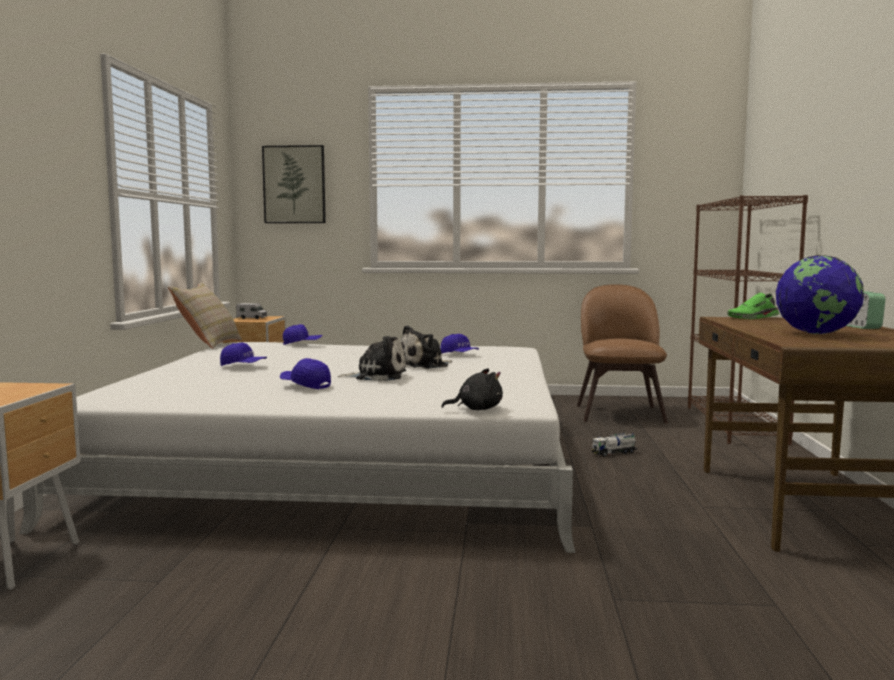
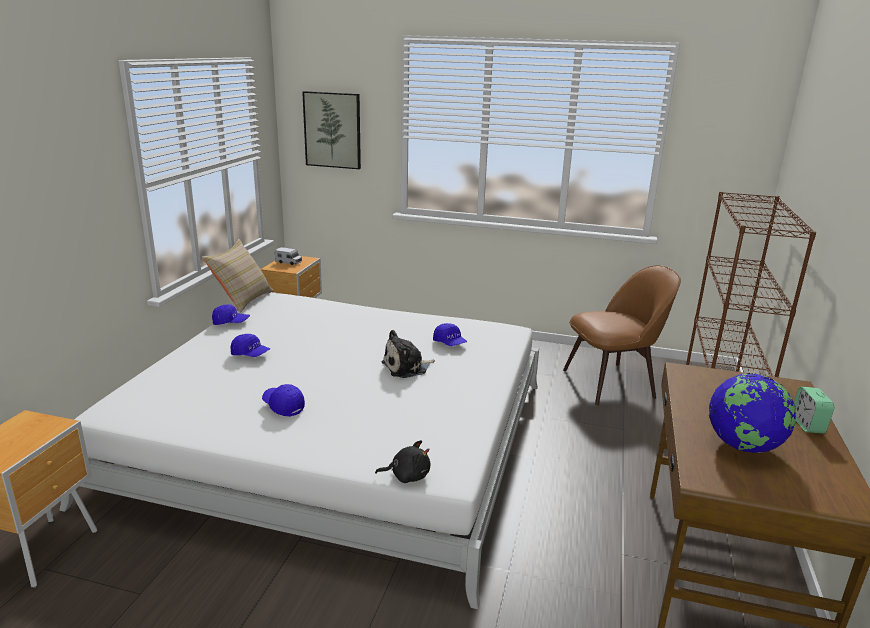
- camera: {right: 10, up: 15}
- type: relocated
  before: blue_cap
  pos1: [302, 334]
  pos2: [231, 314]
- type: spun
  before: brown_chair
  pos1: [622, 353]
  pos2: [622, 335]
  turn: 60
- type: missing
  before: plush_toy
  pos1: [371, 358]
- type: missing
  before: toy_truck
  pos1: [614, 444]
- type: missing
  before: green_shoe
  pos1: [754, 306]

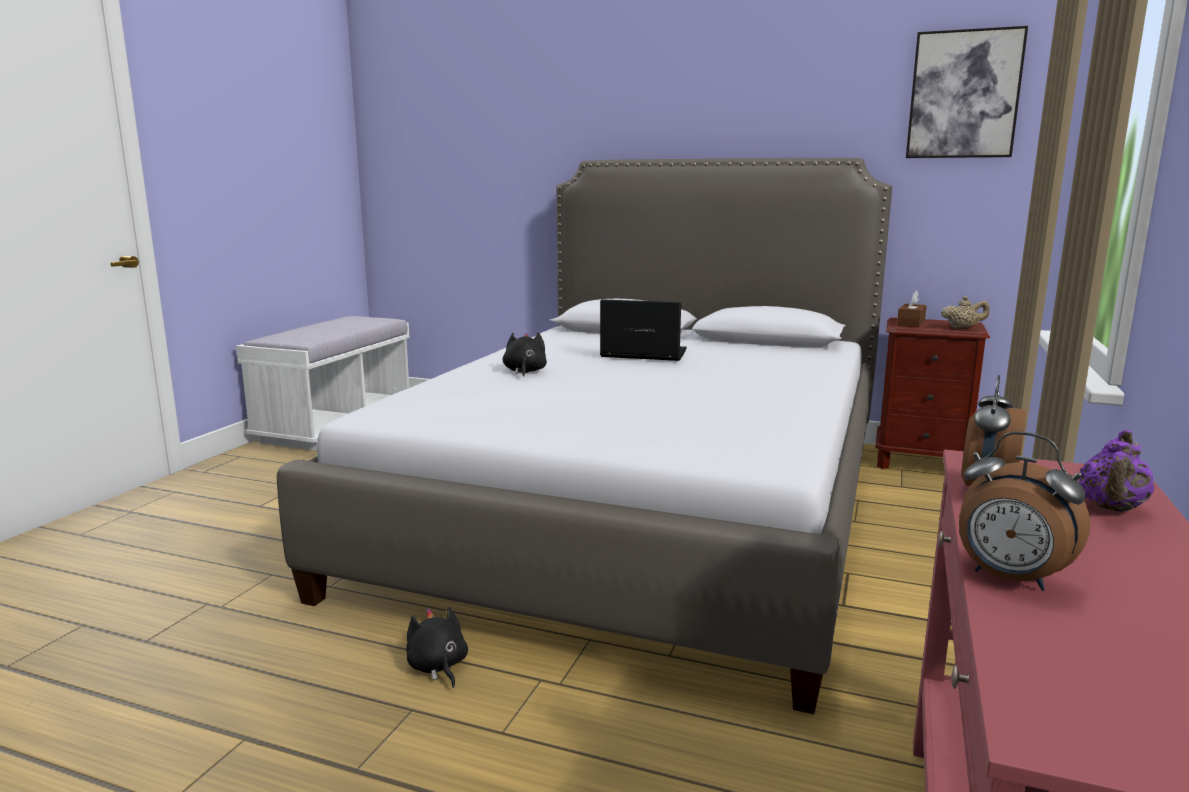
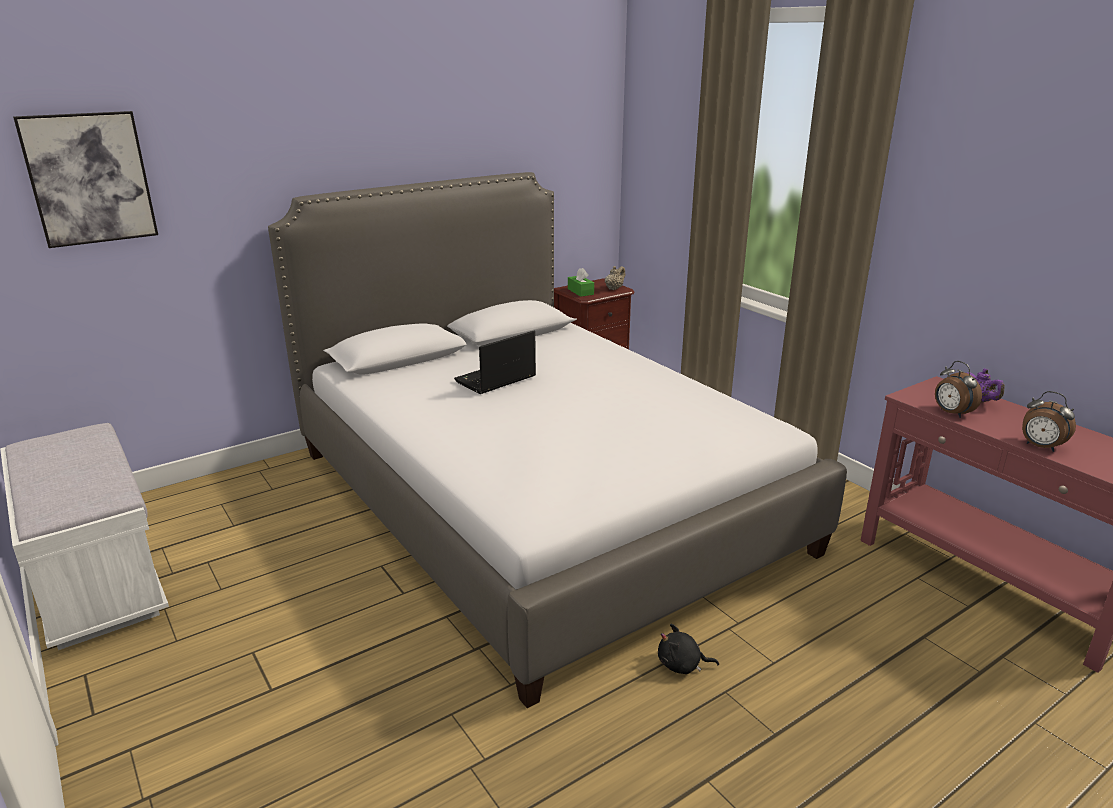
- camera: {right: -55, up: 10}
- type: relocated
  before: picture
  pos1: [967, 92]
  pos2: [85, 179]
- type: colour
  before: brown_tissue_box
  after: green_tissue_box
  pos1: [912, 309]
  pos2: [581, 282]
- type: spun
  before: alarm_clock
  pos1: [1024, 511]
  pos2: [1049, 421]
  turn: 60
- type: missing
  before: black_plush_toy
  pos1: [525, 354]

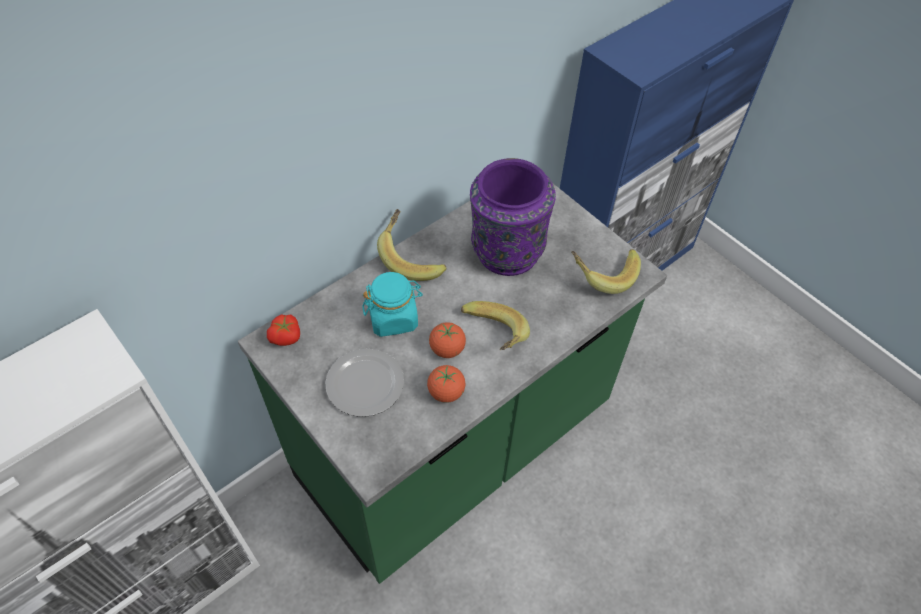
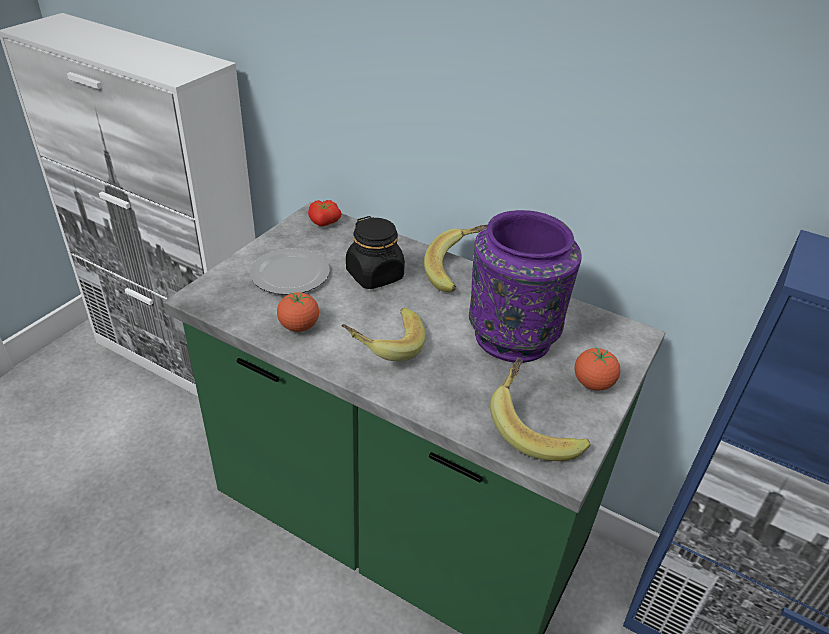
- camera: {right: 70, up: -15}
- type: colour
  before: turquoise_jar
  after: black_jar
  pos1: [392, 304]
  pos2: [375, 252]
- type: relocated
  before: tomato
  pos1: [447, 340]
  pos2: [597, 369]

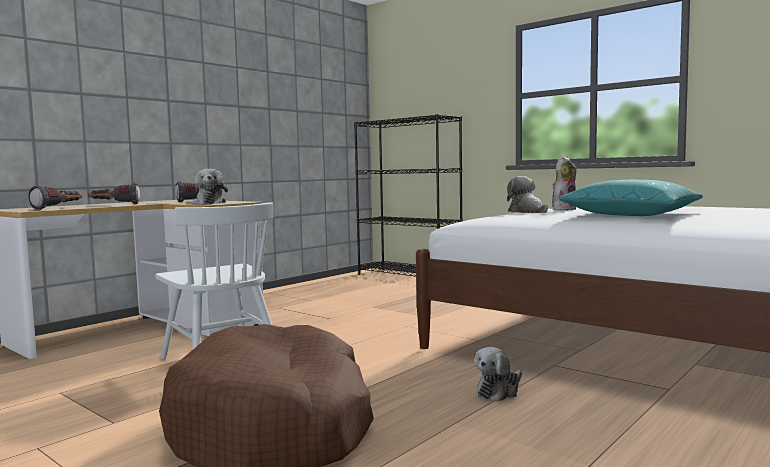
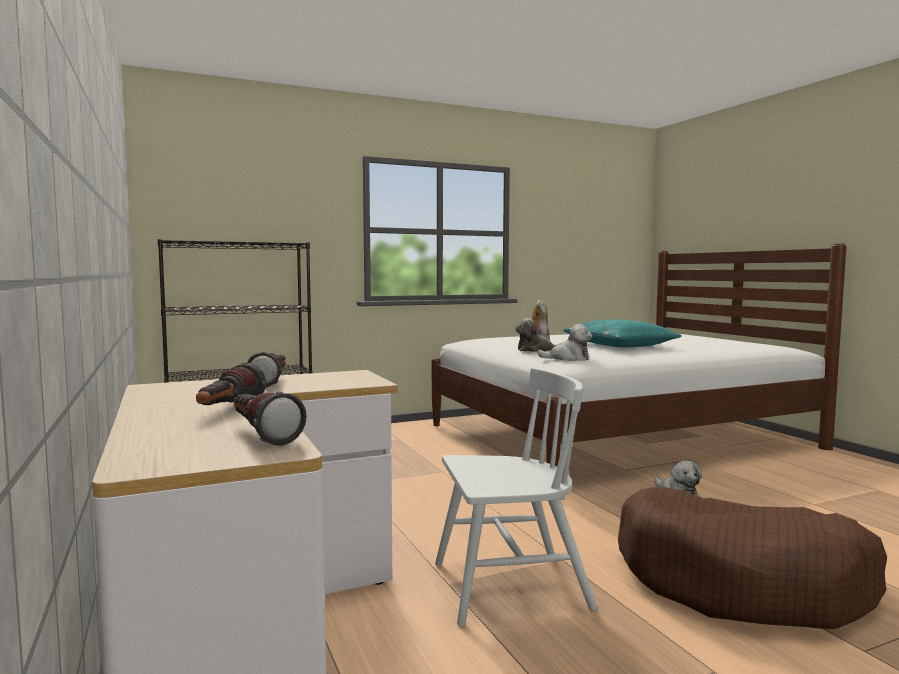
- camera: {right: -65, up: 0}
- type: relocated
  before: plush_toy
  pos1: [210, 186]
  pos2: [565, 342]

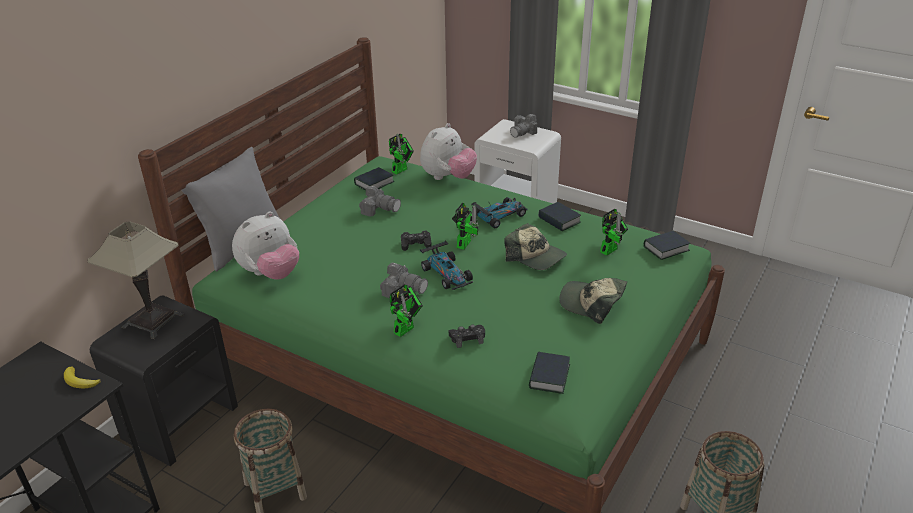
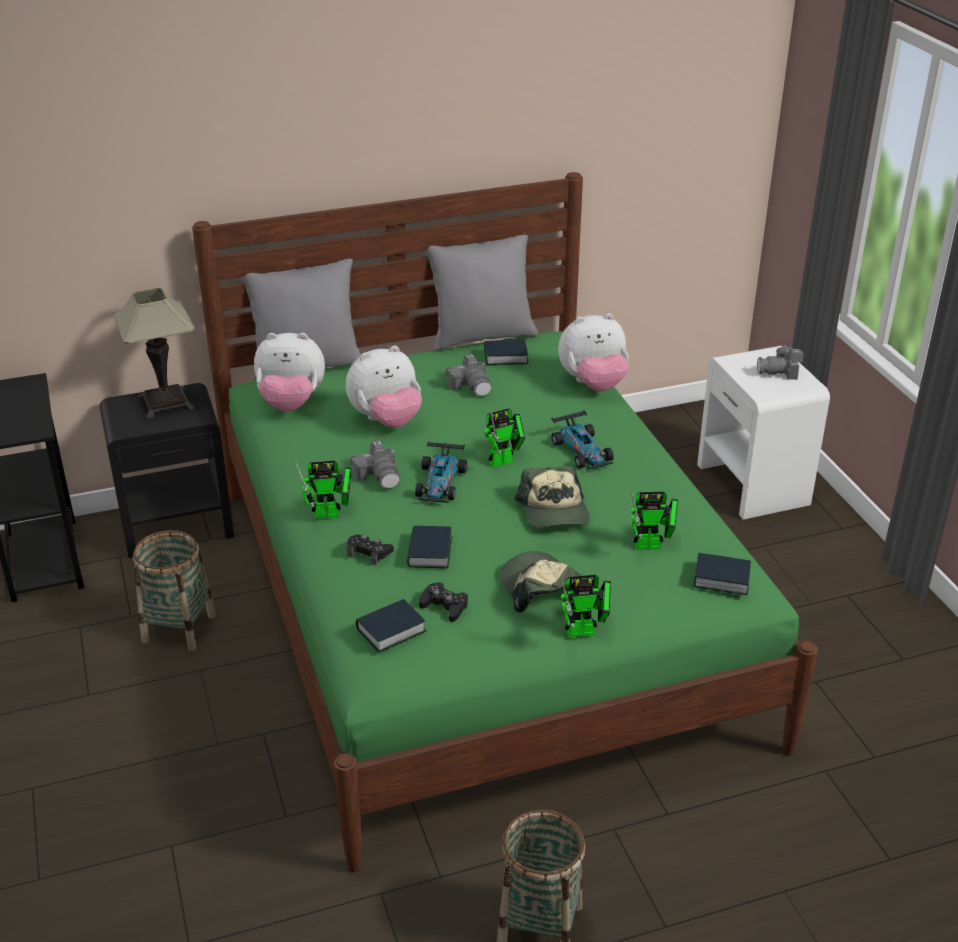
- camera: {right: 40, up: 0}
- type: appeared
  after: plush_toy
  pos2: [384, 386]
- type: relocated
  before: book
  pos1: [559, 216]
  pos2: [429, 547]
- type: relocated
  before: black_game_controller
  pos1: [416, 241]
  pos2: [443, 602]
- type: appeared
  after: grey_pillow
  pos2: [481, 293]
- type: spun
  before: toy_car
  pos1: [499, 212]
  pos2: [582, 440]
  turn: 60
- type: relocated
  before: toy_robot
  pos1: [401, 154]
  pos2: [586, 606]
- type: missing
  before: banana
  pos1: [82, 377]

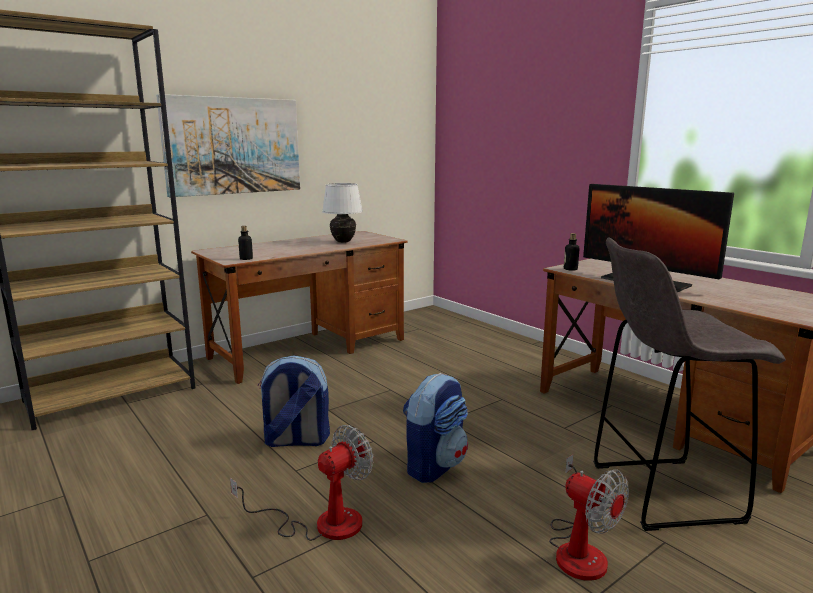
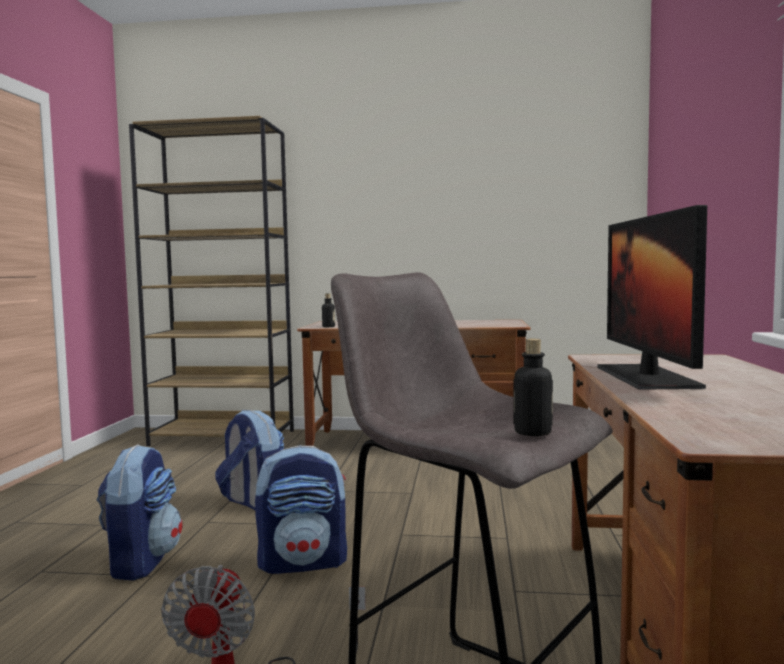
- camera: {right: 45, up: -10}
- type: exchanged
  before: fan
  after: backpack
  pos1: [302, 483]
  pos2: [140, 512]
- type: relocated
  before: bottle
  pos1: [572, 252]
  pos2: [533, 387]
- type: missing
  before: picture
  pos1: [228, 145]
- type: missing
  before: white_table_lamp
  pos1: [342, 213]

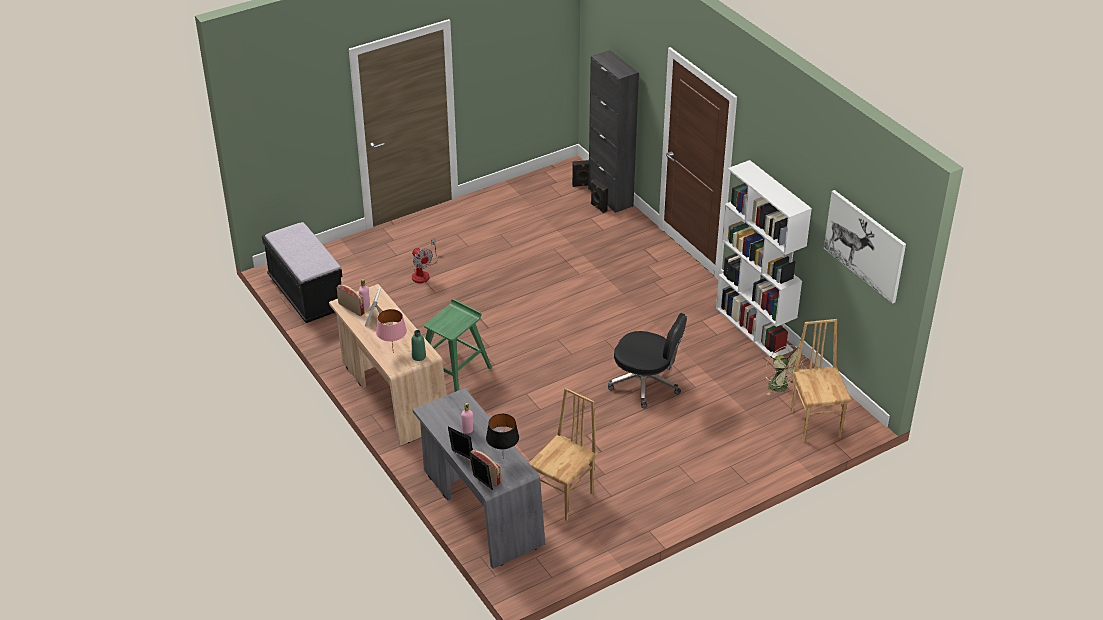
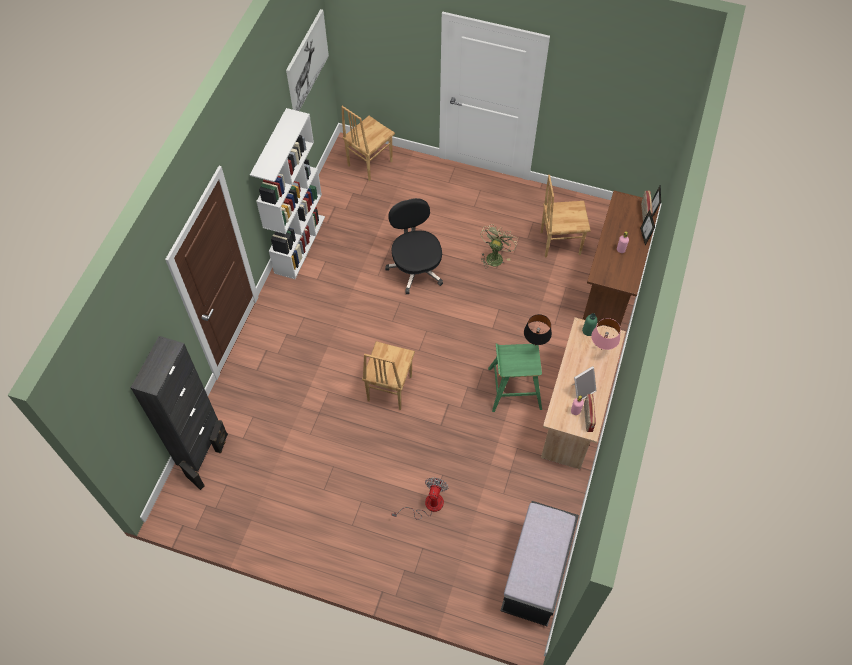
- camera: {right: -130, up: 20}
- type: appeared
  after: brown_chair
  pos2: [388, 375]
- type: relocated
  before: green_fan
  pos1: [786, 370]
  pos2: [498, 246]
- type: relocated
  before: black_table_lamp
  pos1: [502, 431]
  pos2: [538, 329]
- type: colour
  before: grey_desk
  after: brown_desk
  pos1: [479, 478]
  pos2: [621, 259]

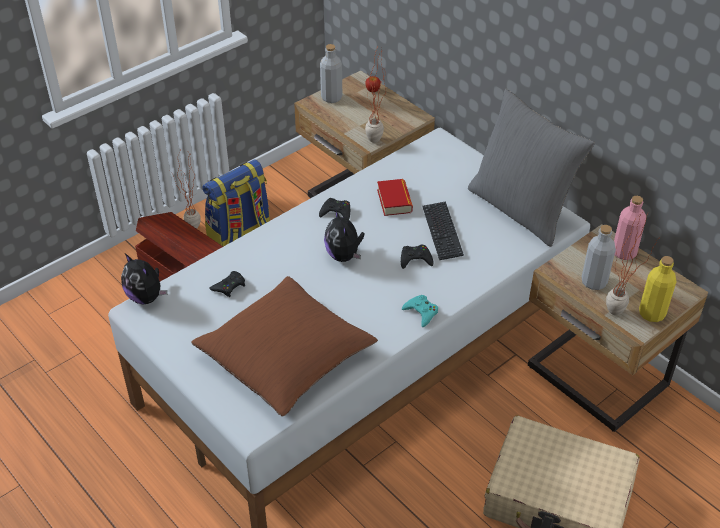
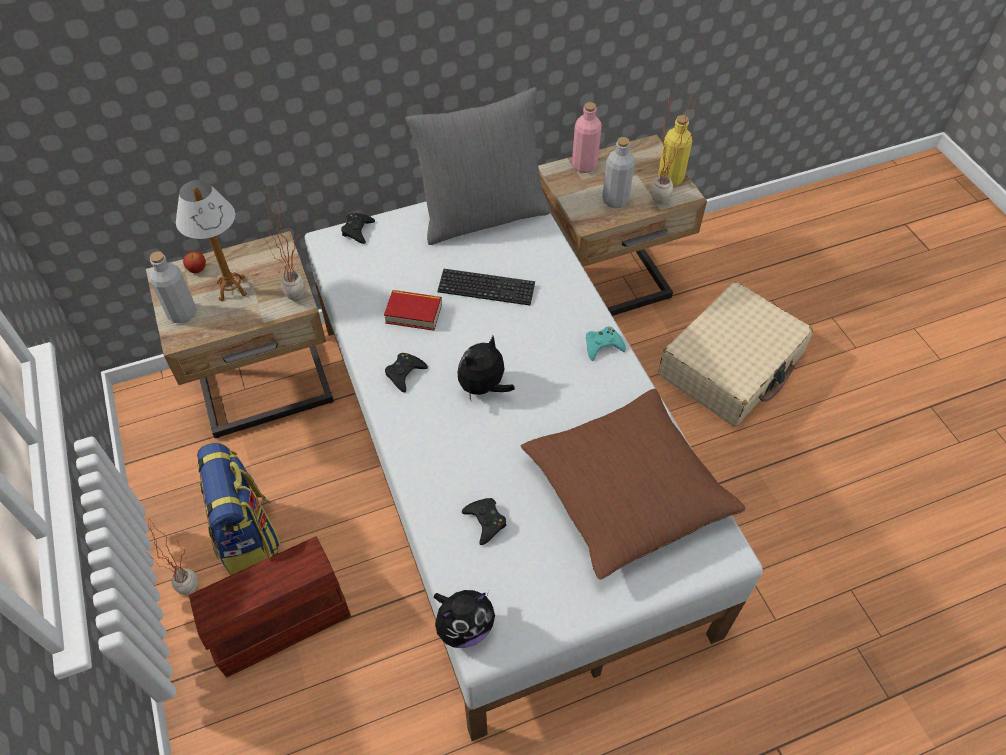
- camera: {right: -70, up: 10}
- type: appeared
  after: table_lamp
  pos2: [211, 240]
- type: relocated
  before: black_game_controller
  pos1: [417, 257]
  pos2: [358, 228]
- type: spun
  before: plush_toy
  pos1: [344, 235]
  pos2: [486, 368]
  turn: 135

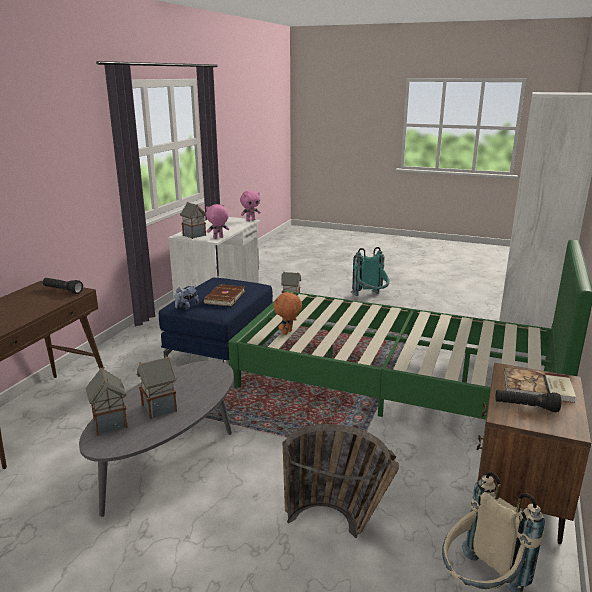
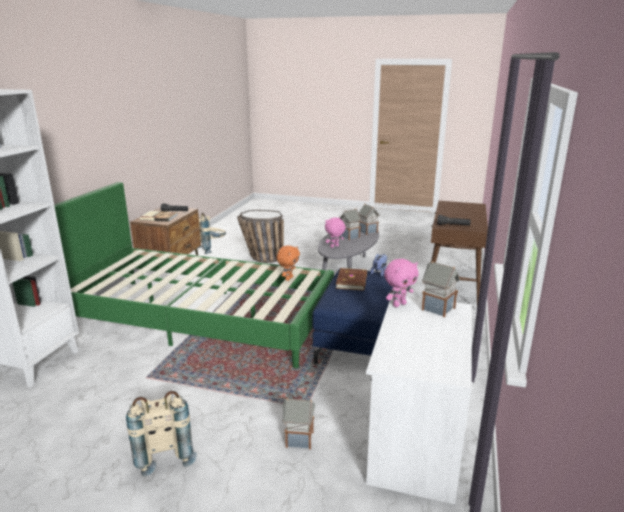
- camera: {right: 175, up: 0}
- type: colour
  before: turquoise_backpack
  after: beige_backpack
  pos1: [370, 271]
  pos2: [161, 433]
- type: relocated
  before: pink_plush_toy
  pos1: [250, 205]
  pos2: [335, 232]

